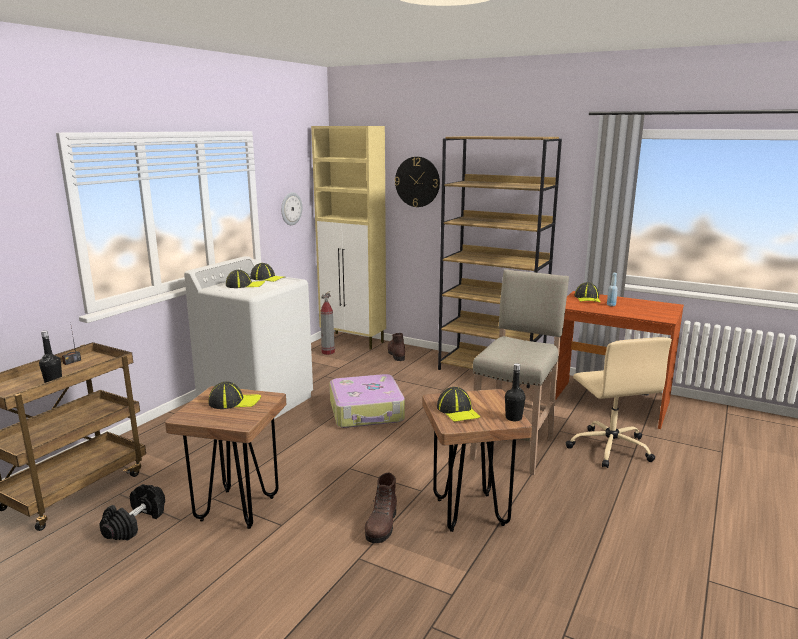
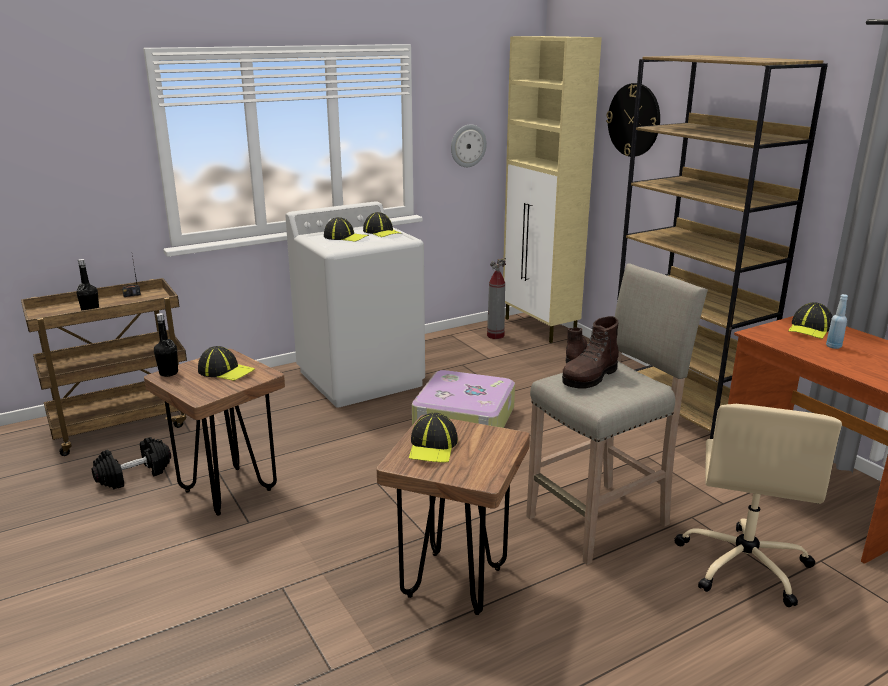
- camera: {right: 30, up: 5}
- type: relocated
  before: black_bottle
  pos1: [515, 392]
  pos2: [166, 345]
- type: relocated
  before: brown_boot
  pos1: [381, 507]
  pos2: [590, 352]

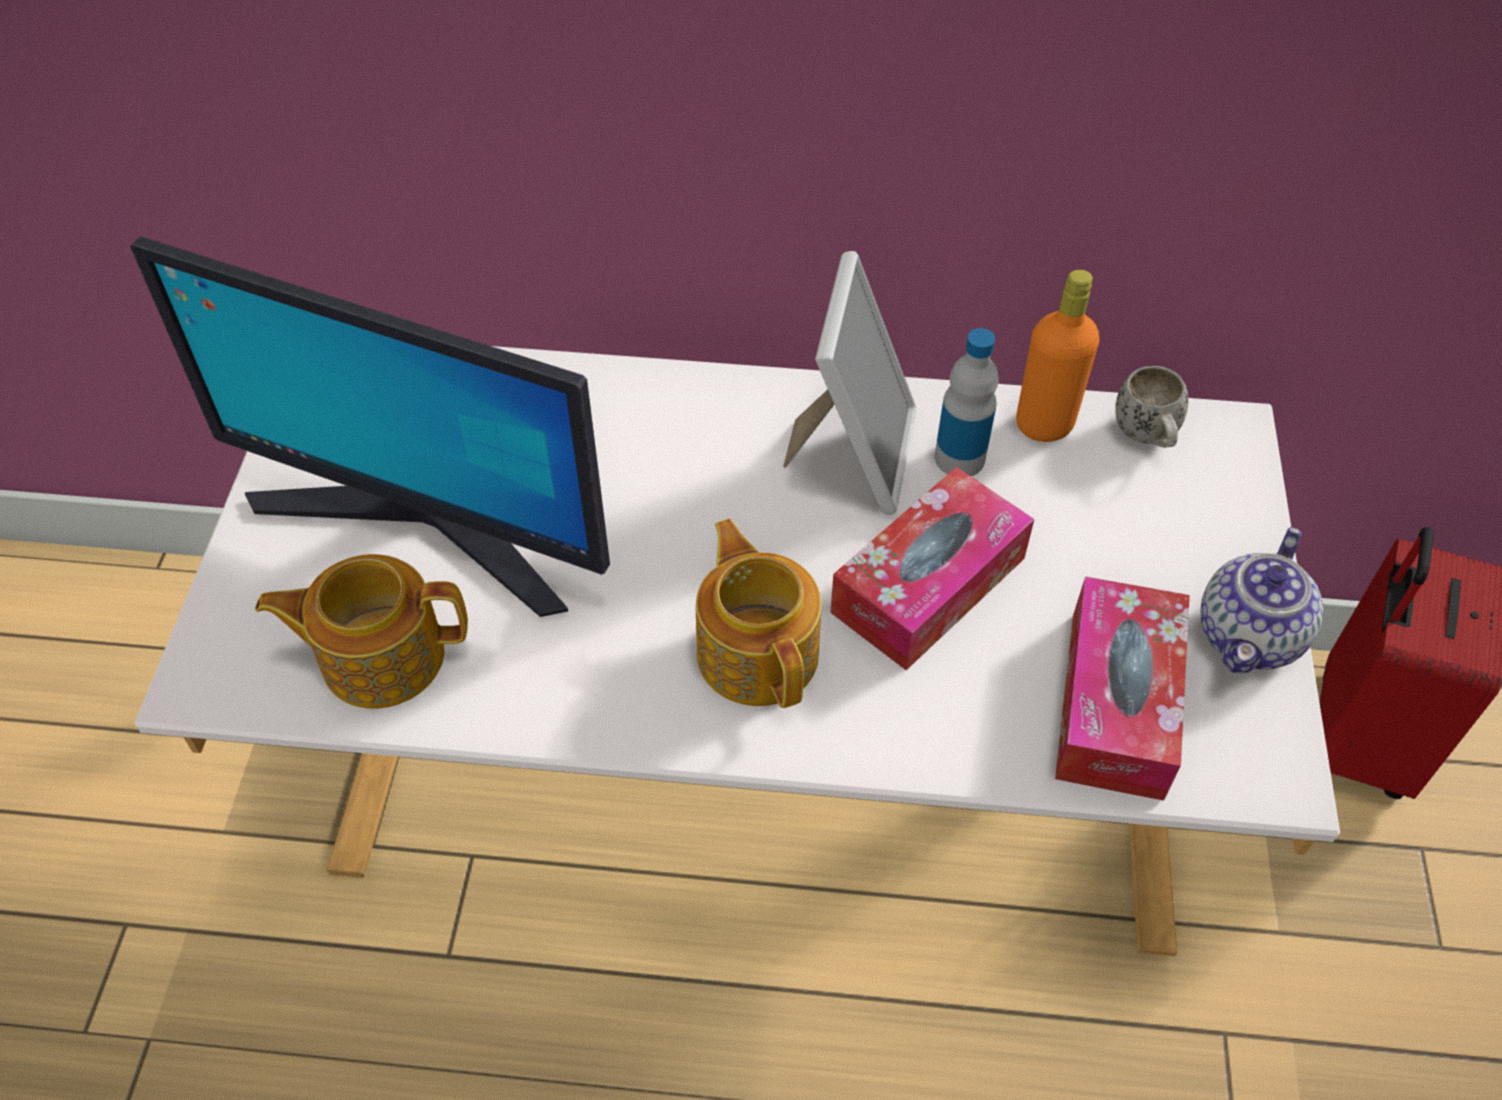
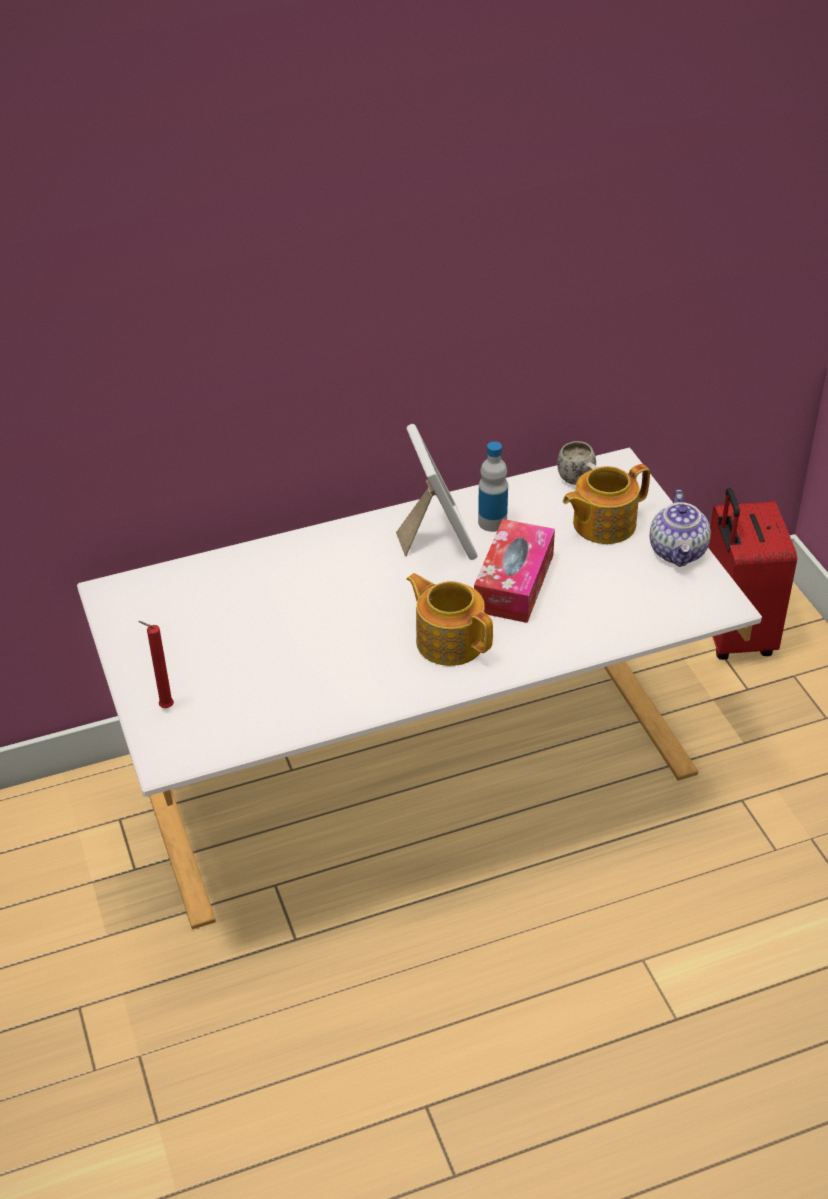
- camera: {right: -25, up: -10}
- type: appeared
  after: red_candle
  pos2: [156, 664]
- type: relocated
  before: teapot
  pos1: [361, 631]
  pos2: [606, 504]
- type: missing
  before: monitor
  pos1: [370, 426]
- type: missing
  before: orange_bottle
  pos1: [1057, 356]
- type: missing
  before: tissue_box
  pos1: [1122, 688]

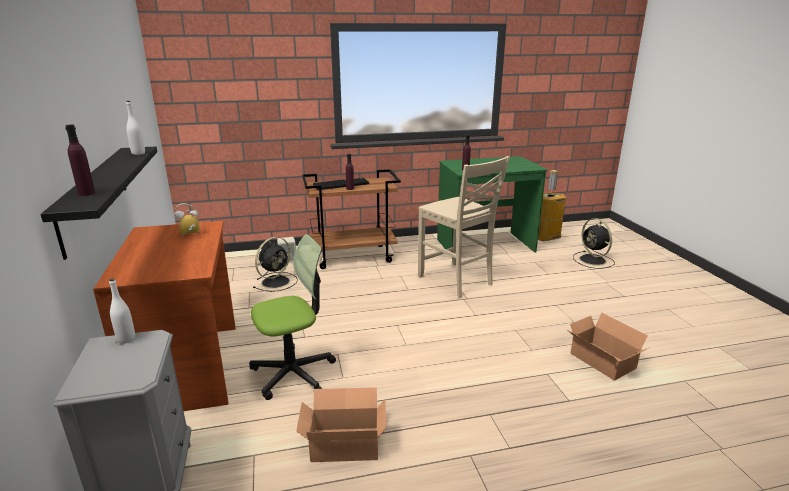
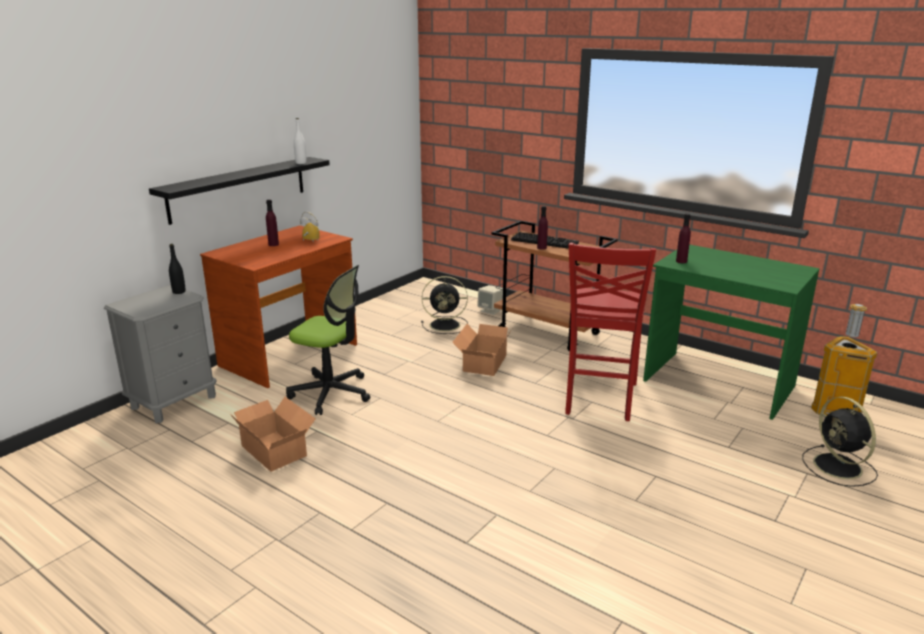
- camera: {right: 50, up: 0}
- type: colour
  before: white_bottle
  after: black_bottle
  pos1: [122, 311]
  pos2: [177, 269]
- type: relocated
  before: purple_bottle
  pos1: [80, 160]
  pos2: [272, 223]
- type: relocated
  before: cardboard_box
  pos1: [608, 346]
  pos2: [482, 350]
- type: colour
  before: beige_chair
  after: red_chair
  pos1: [464, 227]
  pos2: [610, 332]
- type: spun
  before: black_fan
  pos1: [594, 243]
  pos2: [840, 442]
  turn: -45

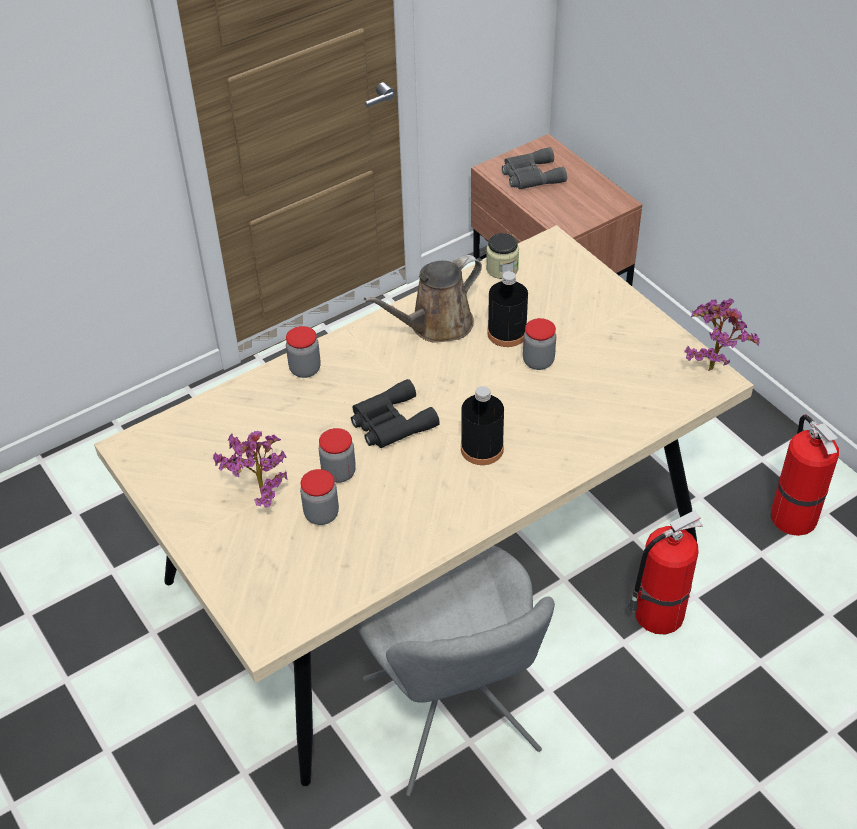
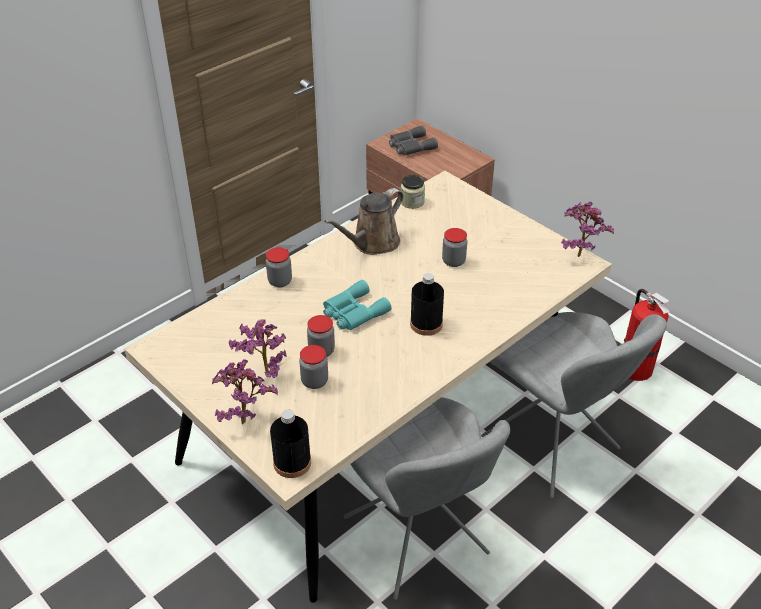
- camera: {right: -10, up: -5}
- type: appeared
  after: potted_plant
  pos2: [245, 392]
- type: relocated
  before: black_bottle
  pos1: [507, 309]
  pos2: [290, 443]
- type: colour
  before: black_binoculars
  after: turquoise_binoculars
  pos1: [395, 413]
  pos2: [357, 305]
- type: exchanged
  before: fire_extinguisher
  after: grey_chair
  pos1: [665, 572]
  pos2: [574, 405]

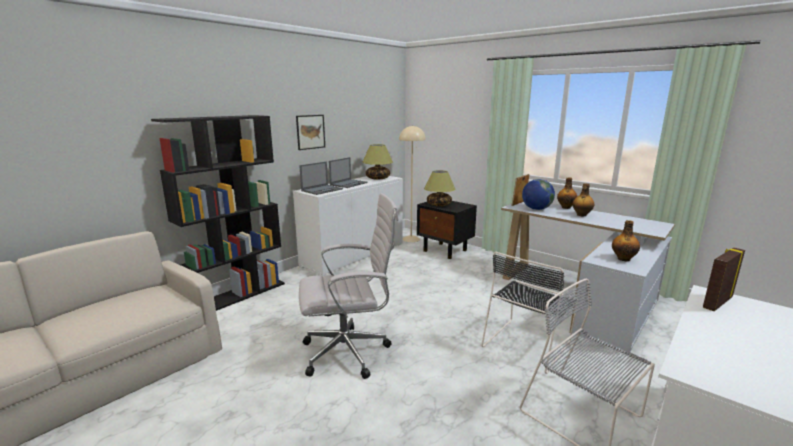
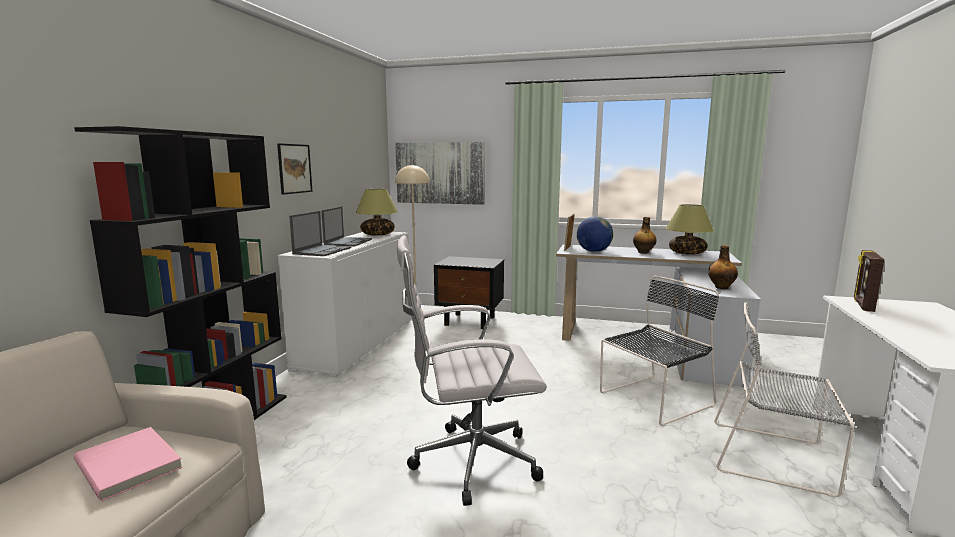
- camera: {right: -25, up: -5}
- type: appeared
  after: pink_book
  pos2: [128, 464]
- type: appeared
  after: picture
  pos2: [440, 173]
- type: spun
  before: white_office_chair
  pos1: [349, 286]
  pos2: [472, 370]
  turn: -150
- type: spun
  before: black_chair
  pos1: [529, 313]
  pos2: [659, 351]
  turn: -135
- type: relocated
  before: table_lamp
  pos1: [439, 188]
  pos2: [690, 229]
- type: missing
  before: bottle
  pos1: [567, 193]

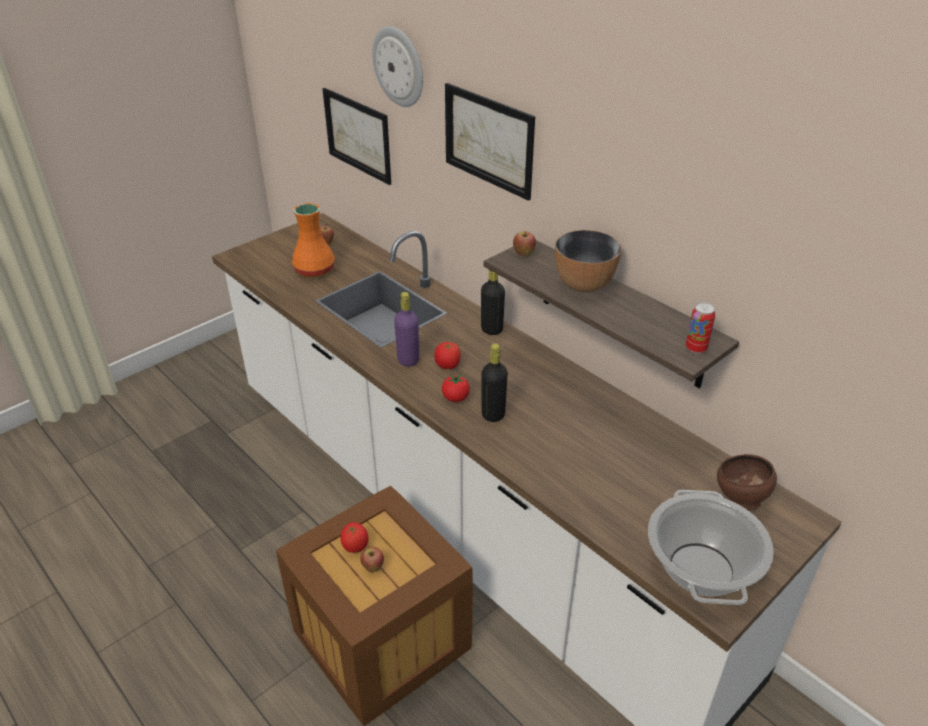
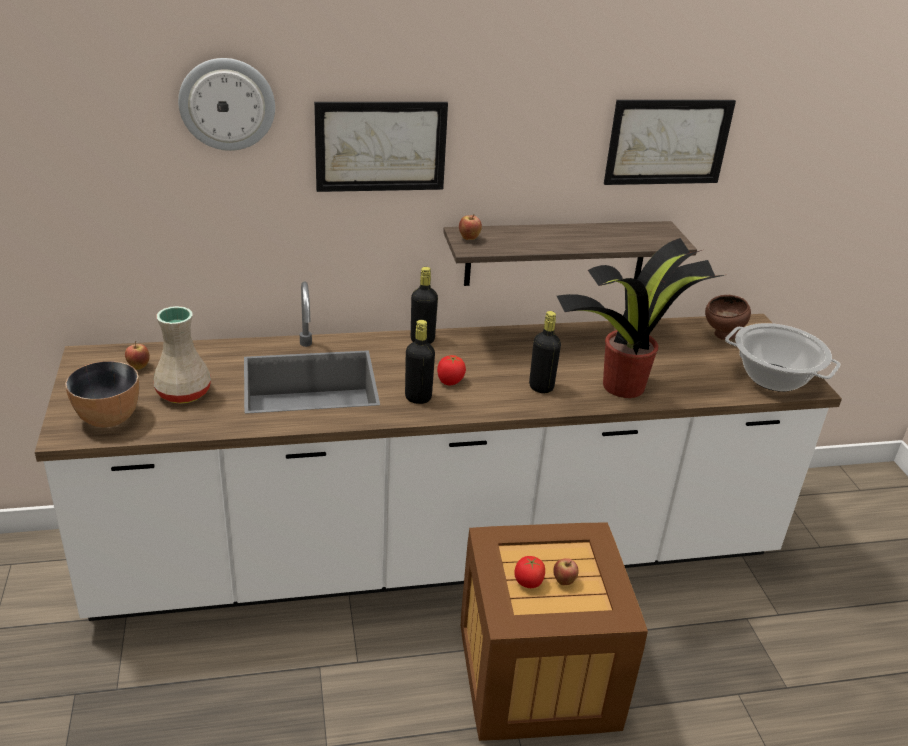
- camera: {right: -60, up: -5}
- type: relocated
  before: bowl
  pos1: [588, 261]
  pos2: [102, 394]
- type: colour
  before: orange_vase
  after: beige_vase
  pos1: [313, 240]
  pos2: [182, 355]
- type: colour
  before: purple_bottle
  after: black_bottle
  pos1: [406, 329]
  pos2: [420, 362]
- type: appeared
  after: potted_plant
  pos2: [640, 318]
- type: relocated
  before: picture
  pos1: [356, 136]
  pos2: [670, 142]
- type: missing
  before: tomato
  pos1: [456, 388]
- type: missing
  before: can
  pos1: [700, 328]

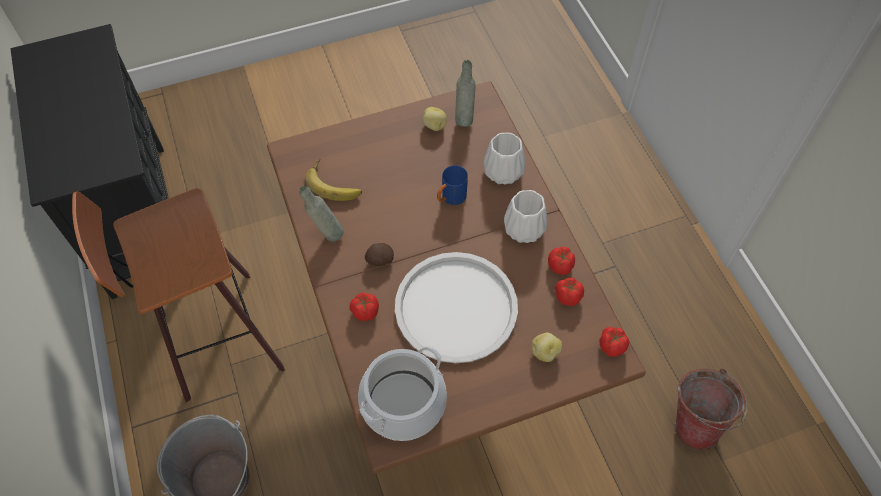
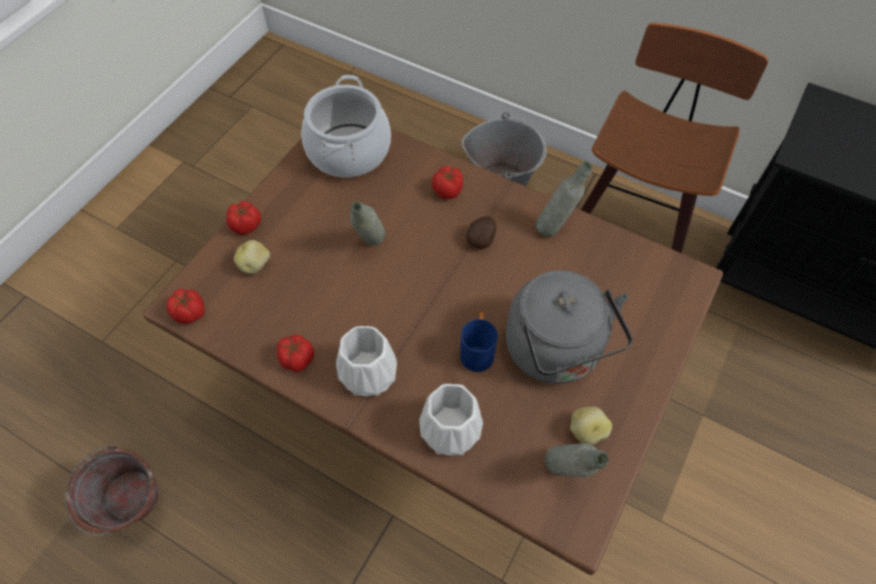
- camera: {right: 140, up: 0}
- type: relocated
  before: tomato
  pos1: [569, 292]
  pos2: [243, 218]
- type: exchanged
  before: white_tray
  after: grey_bottle
  pos1: [456, 307]
  pos2: [367, 223]
- type: appeared
  after: grey_kettle
  pos2: [569, 327]
- type: missing
  before: banana
  pos1: [333, 180]

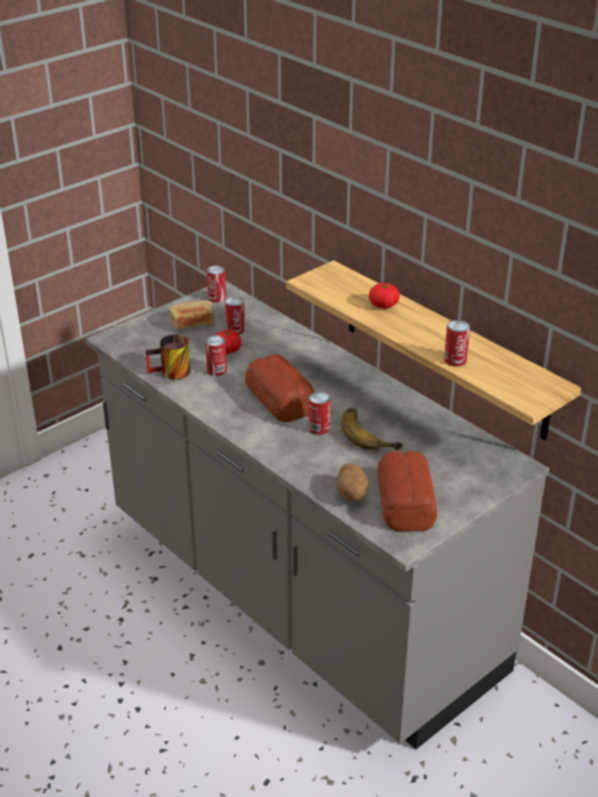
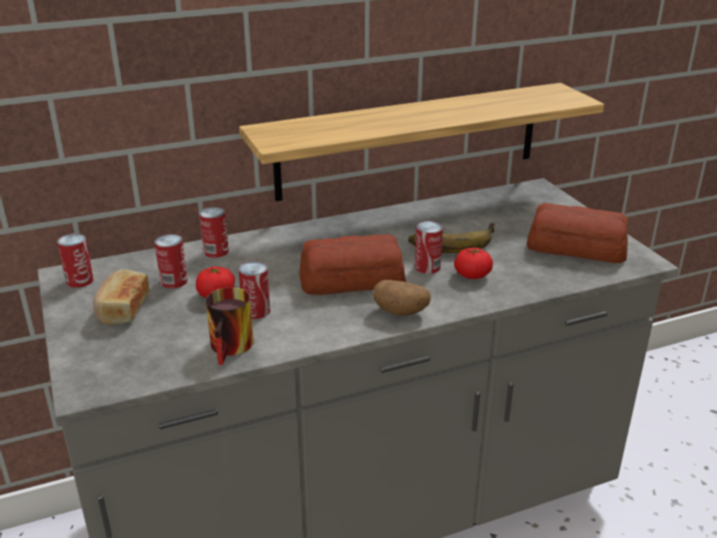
- camera: {right: -70, up: -5}
- type: relocated
  before: can
  pos1: [457, 343]
  pos2: [214, 232]
- type: relocated
  before: potato
  pos1: [352, 482]
  pos2: [402, 298]
- type: relocated
  before: tomato
  pos1: [384, 296]
  pos2: [473, 263]

